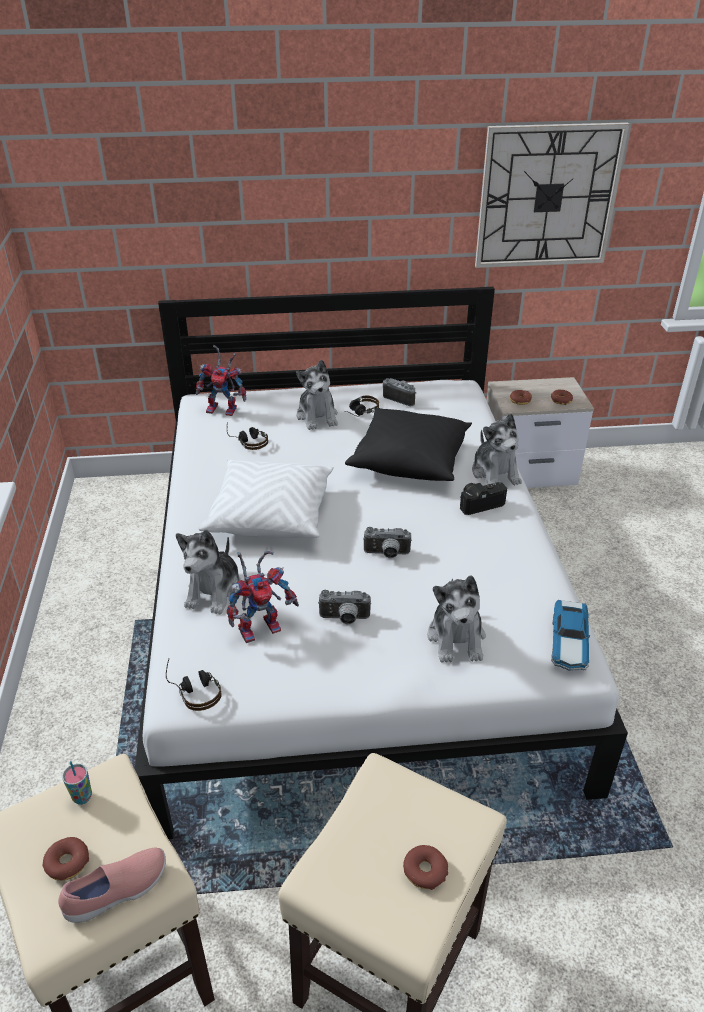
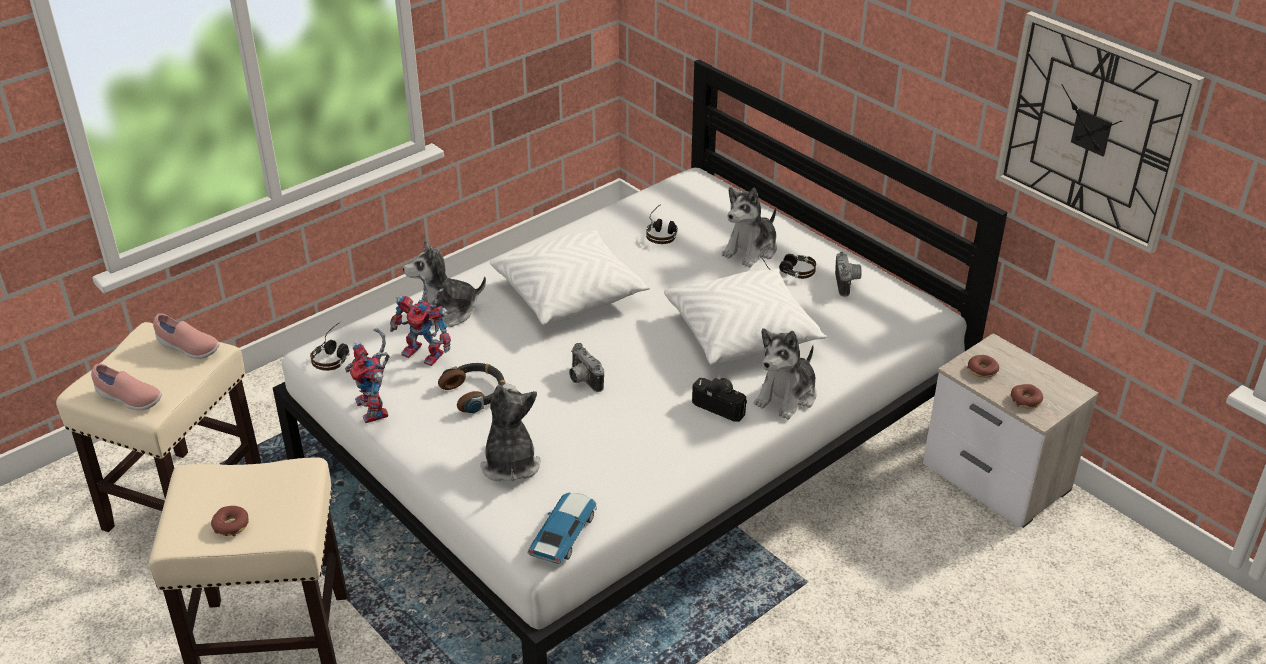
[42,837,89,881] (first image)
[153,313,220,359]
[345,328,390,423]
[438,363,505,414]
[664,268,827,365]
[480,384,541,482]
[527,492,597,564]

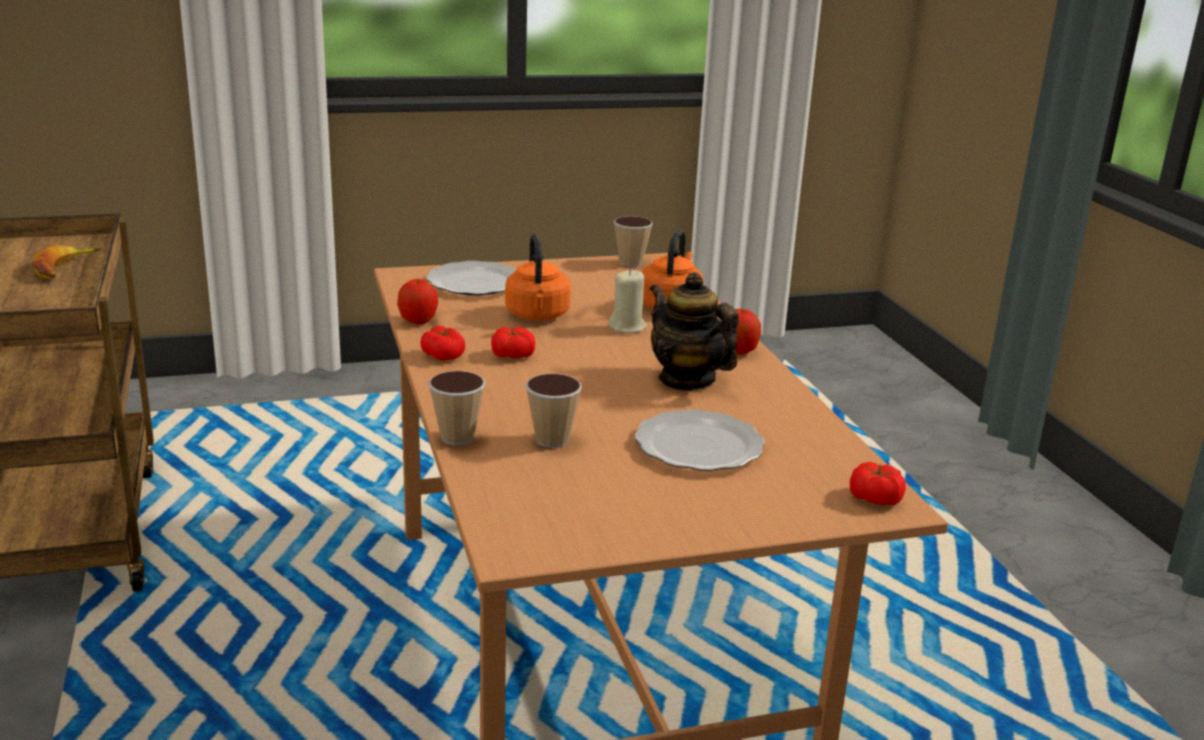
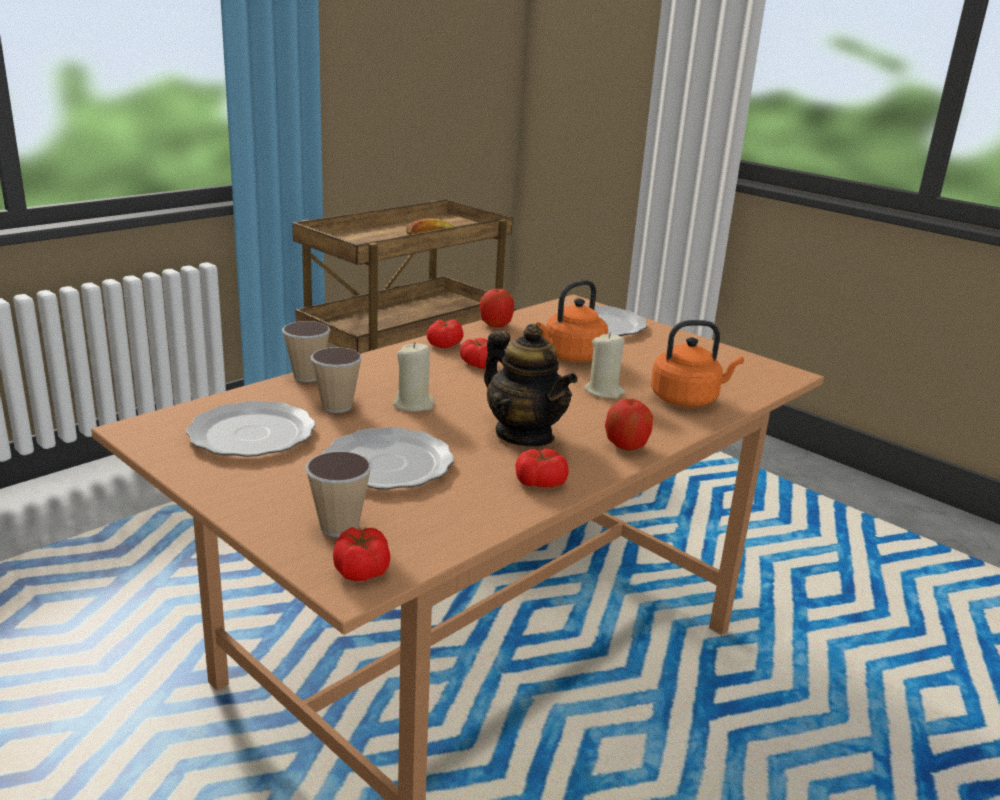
[306,451,372,537]
[484,324,578,446]
[186,401,316,457]
[393,342,435,412]
[515,449,569,488]

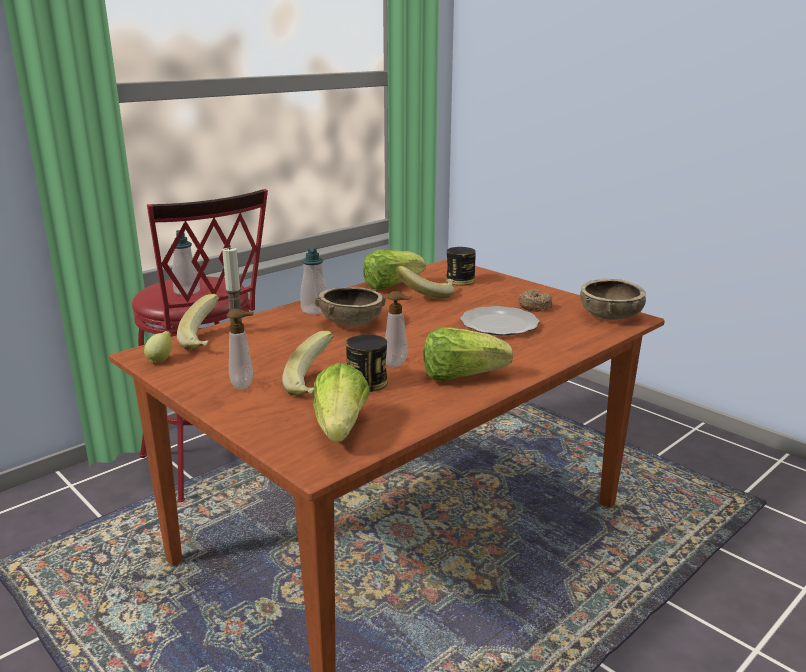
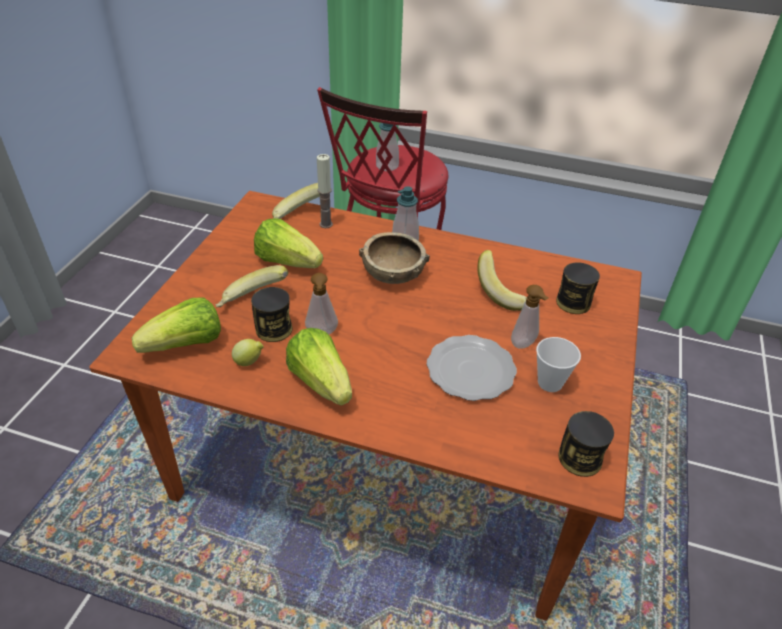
[232,339,264,366]
[511,285,548,349]
[254,218,323,268]
[536,337,581,392]
[558,411,614,477]

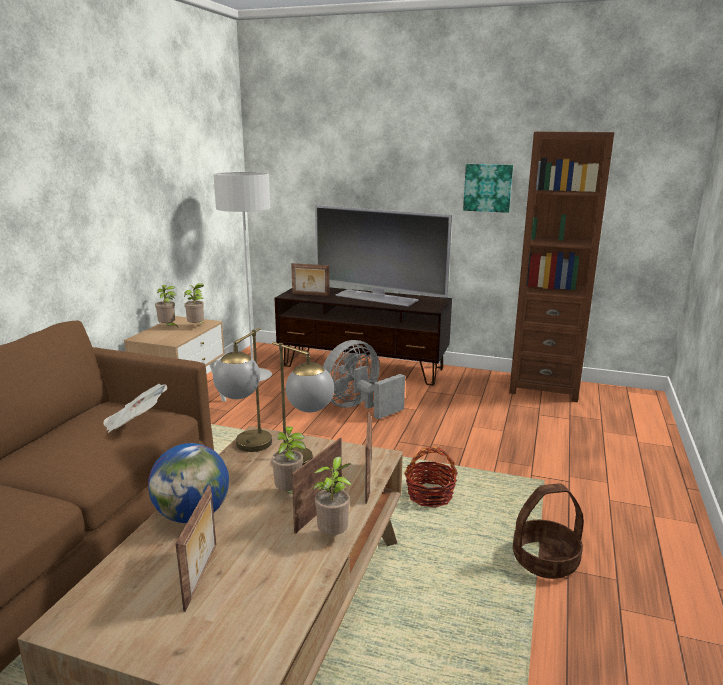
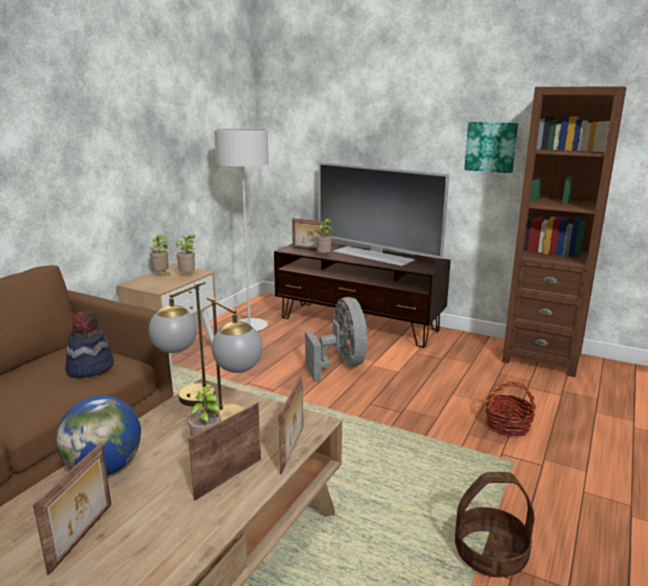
[65,311,114,378]
[316,219,333,254]
[305,297,368,381]
[484,381,536,438]

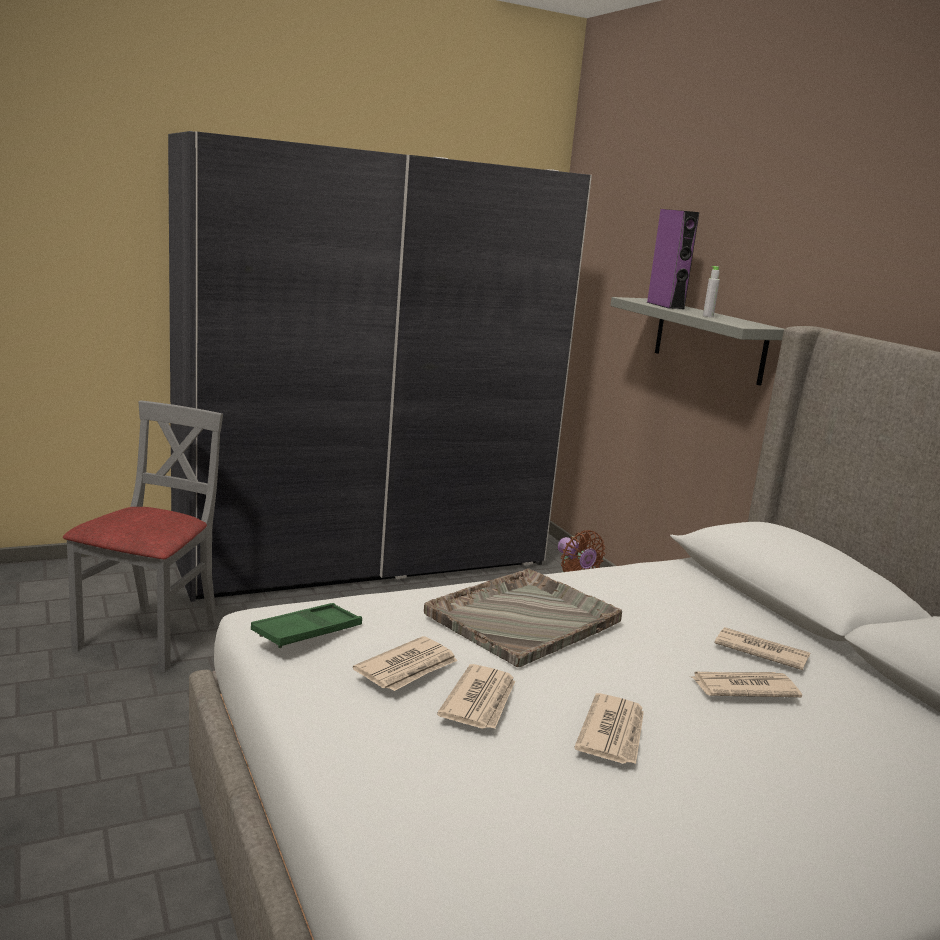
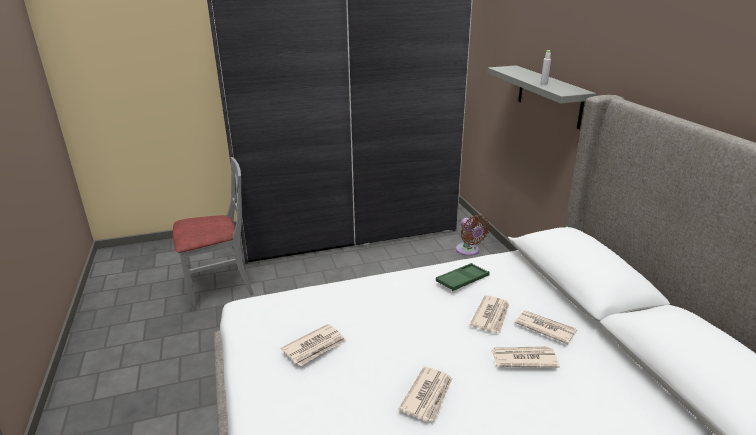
[173,157,254,311]
[436,263,490,291]
[424,568,622,667] (first image)
[470,295,509,333]
[646,209,699,309] (first image)

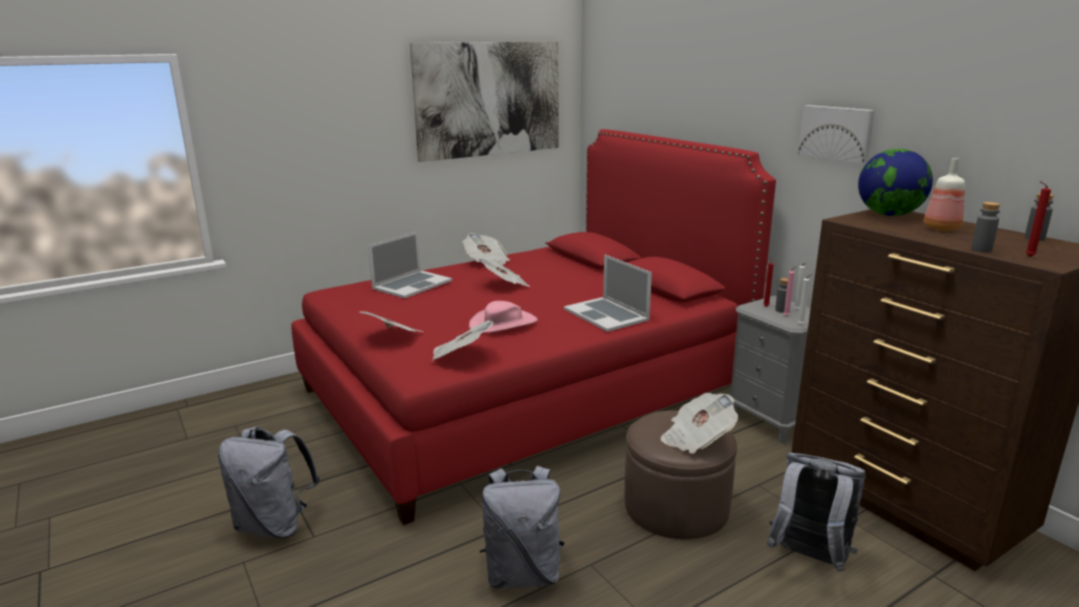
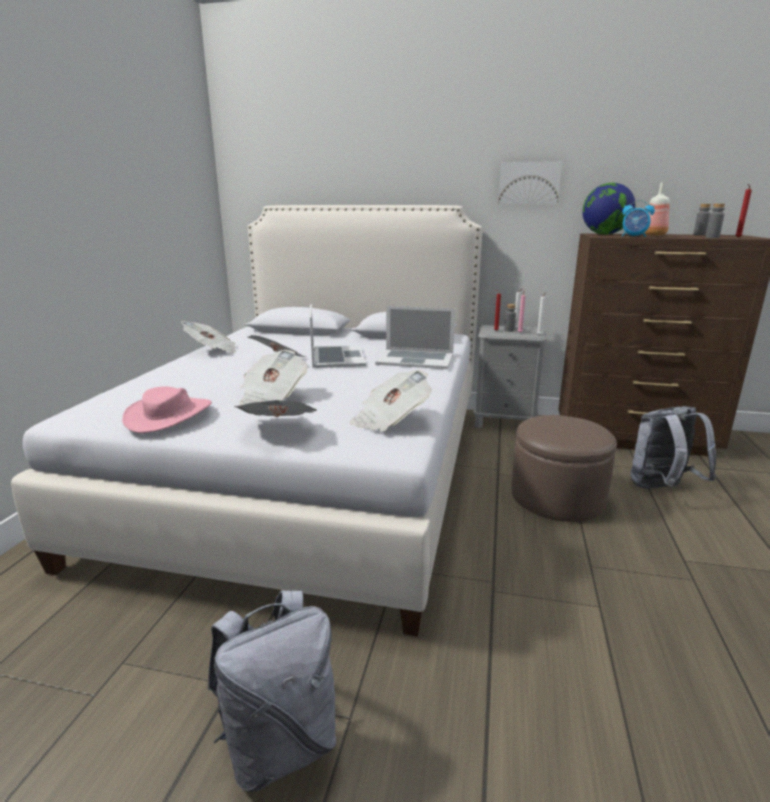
[11,205,483,637]
[310,304,366,368]
[410,42,559,162] (first image)
[122,387,212,433]
[480,466,565,589] (first image)
[239,350,307,405]
[622,200,655,237]

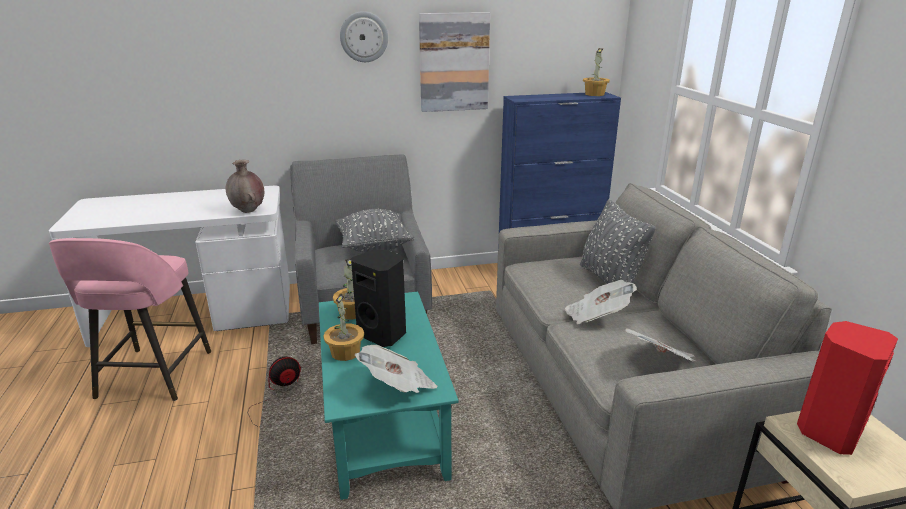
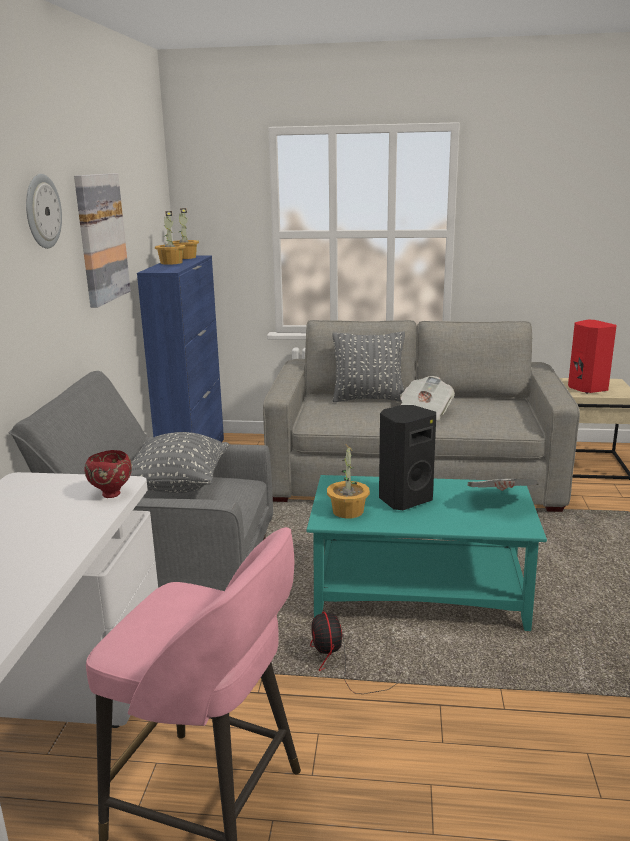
[84,450,132,498]
[155,211,185,265]
[625,329,697,363] (first image)

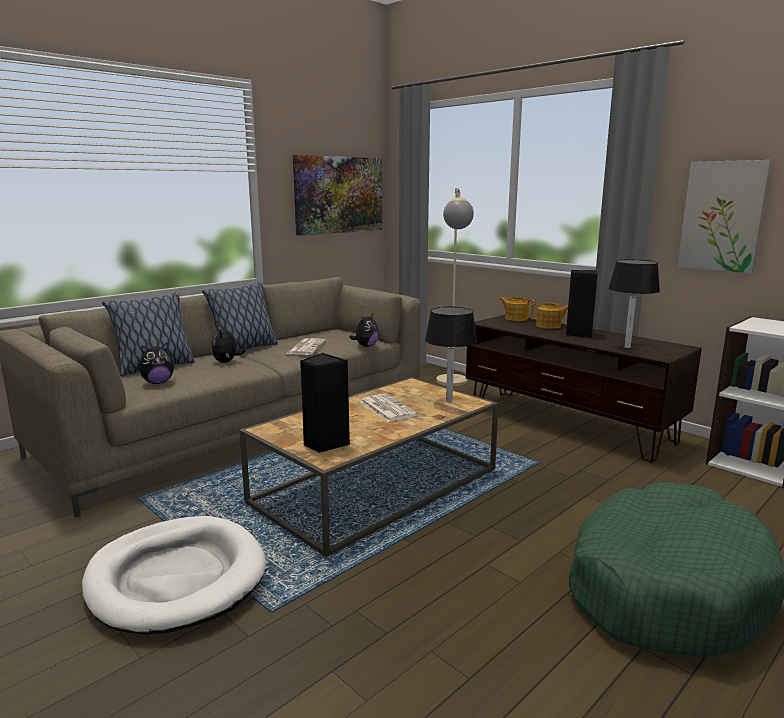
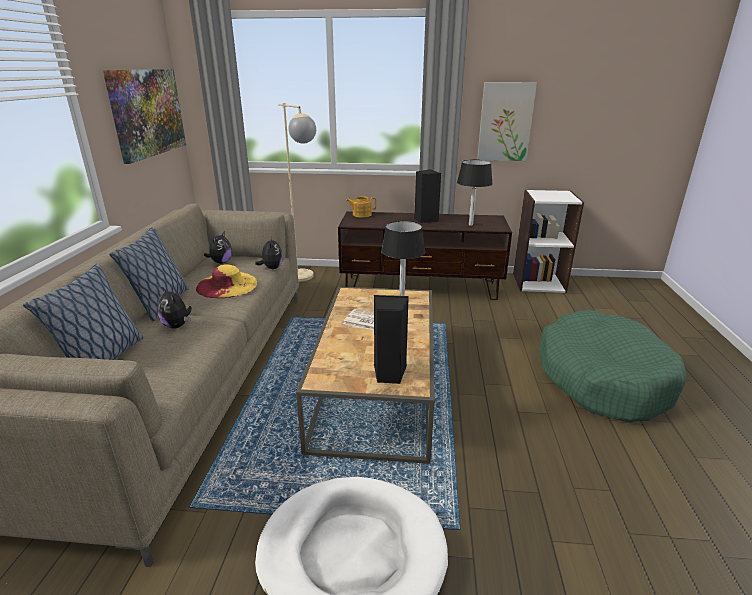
[204,232,232,264]
[196,264,257,298]
[531,303,568,329] (first image)

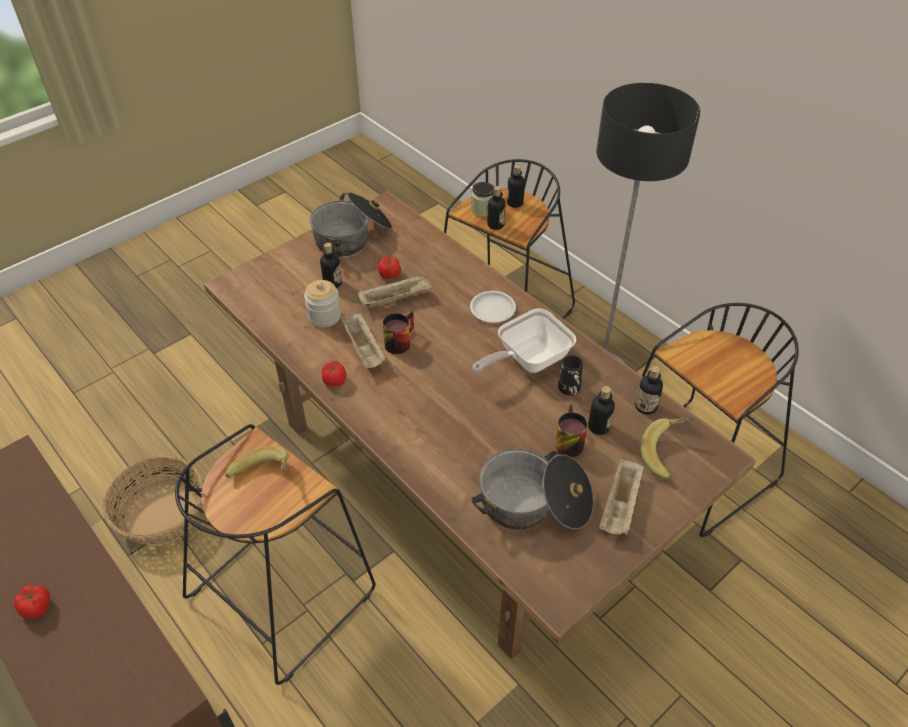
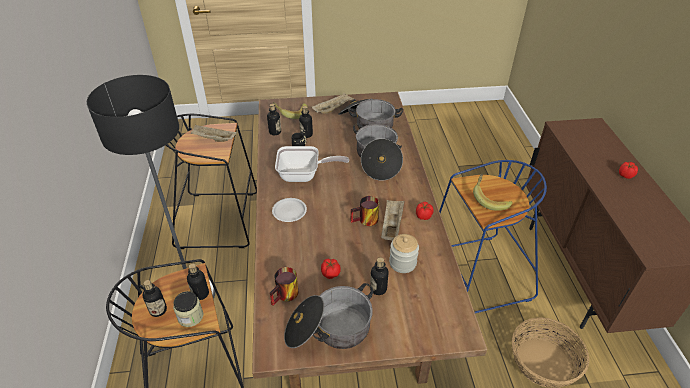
[439,160,547,313]
[191,125,237,142]
[270,267,298,306]
[353,123,403,181]

